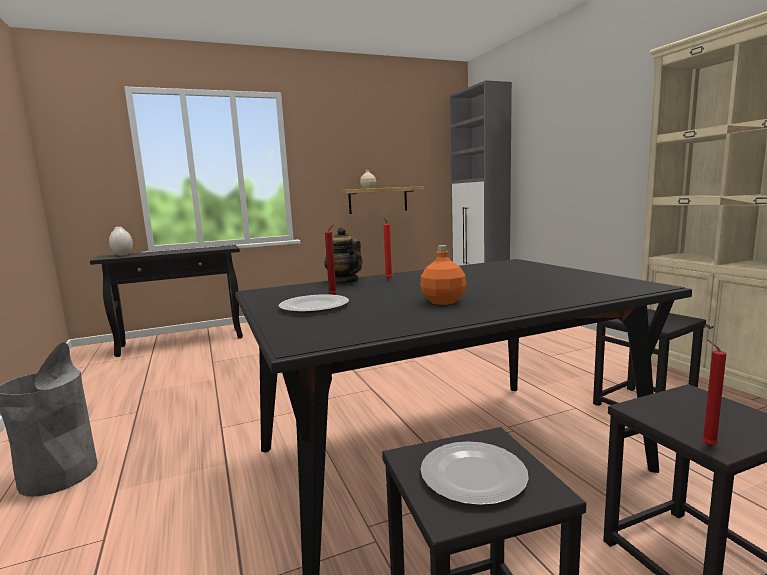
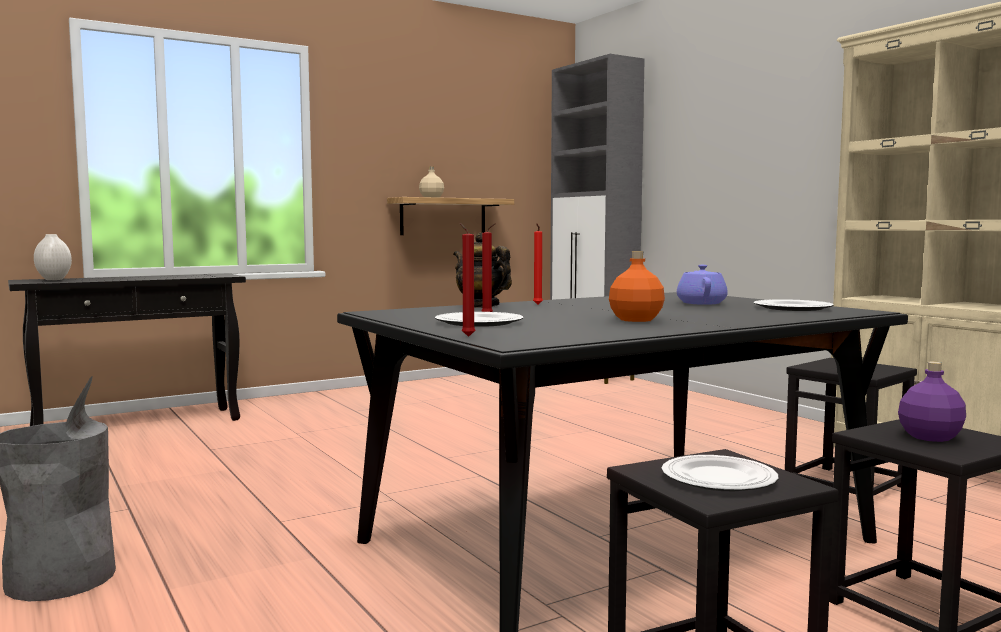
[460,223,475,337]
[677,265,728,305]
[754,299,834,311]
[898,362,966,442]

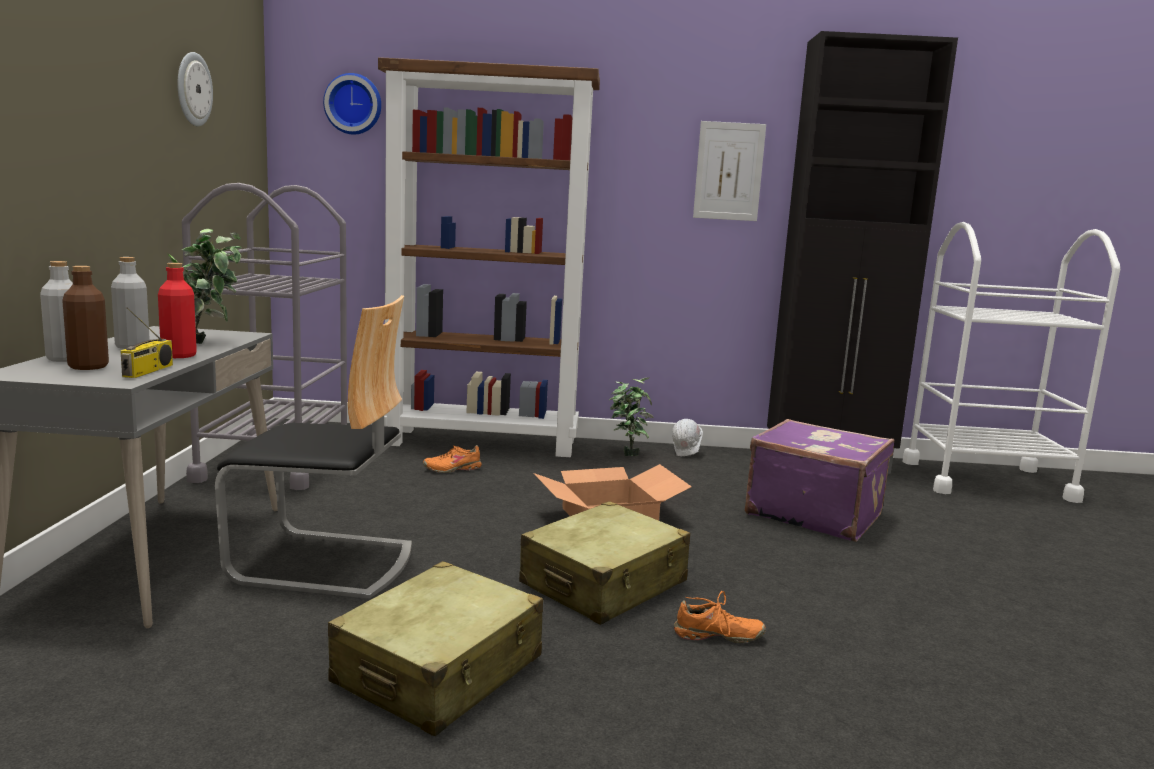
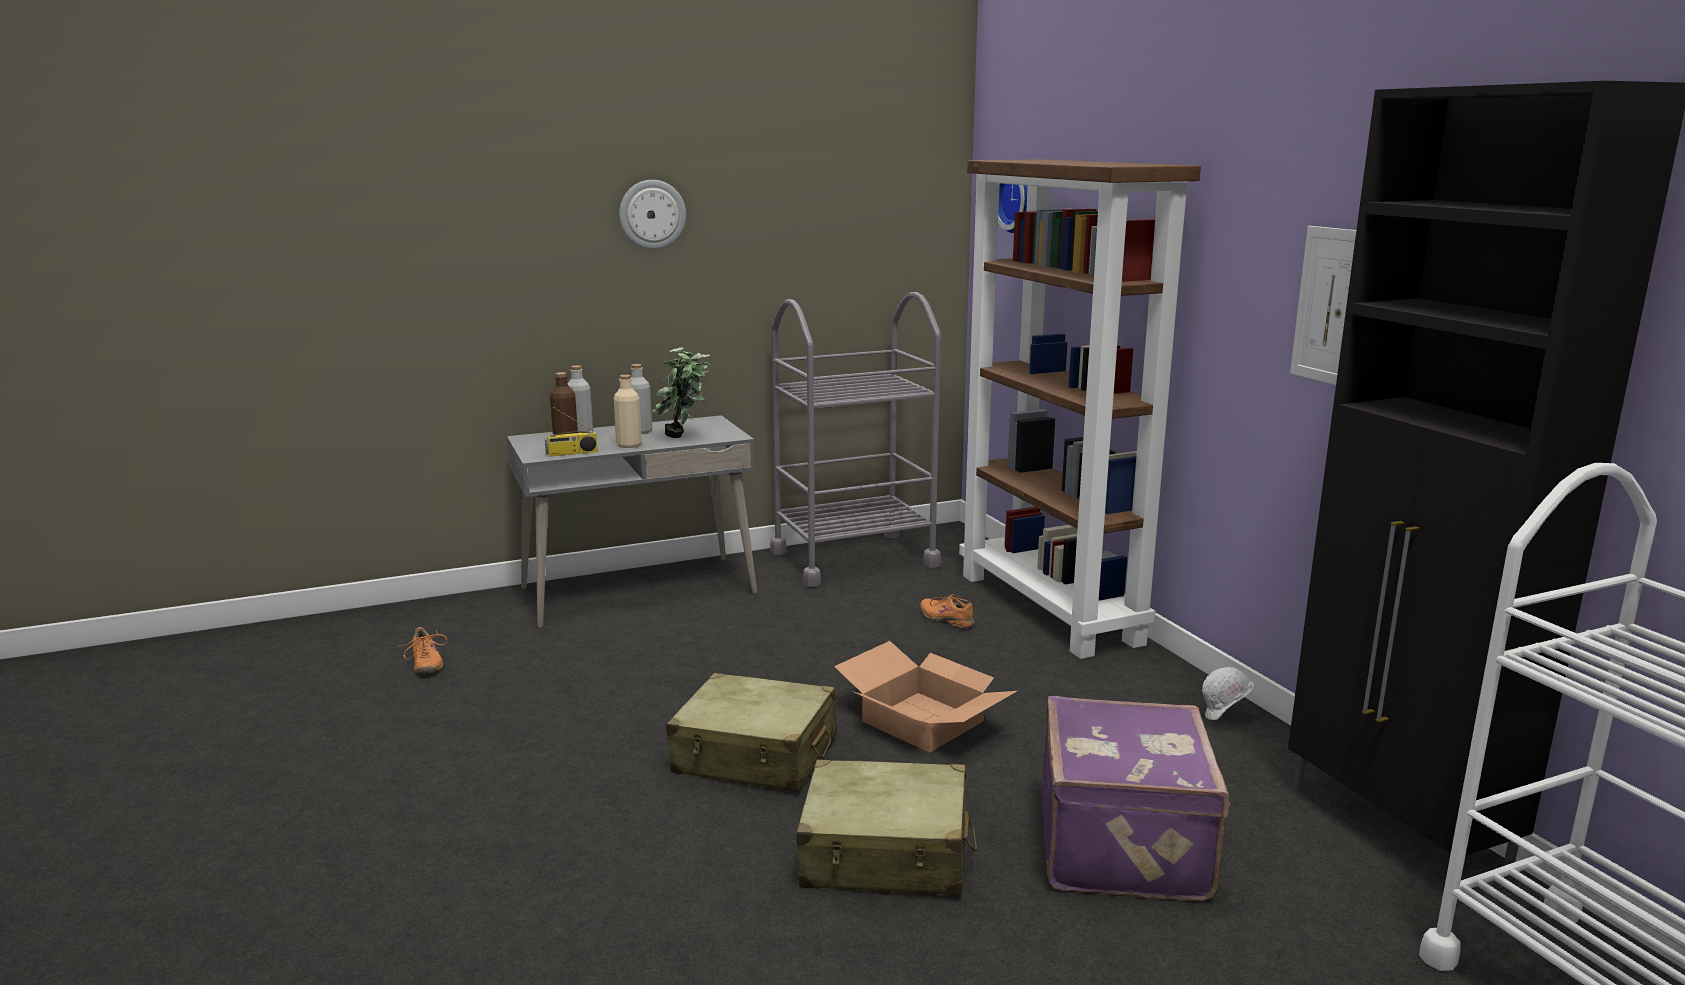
[613,375,642,448]
[619,180,686,249]
[215,295,412,599] (first image)
[796,759,977,896]
[609,377,654,456] (first image)
[398,627,447,674]

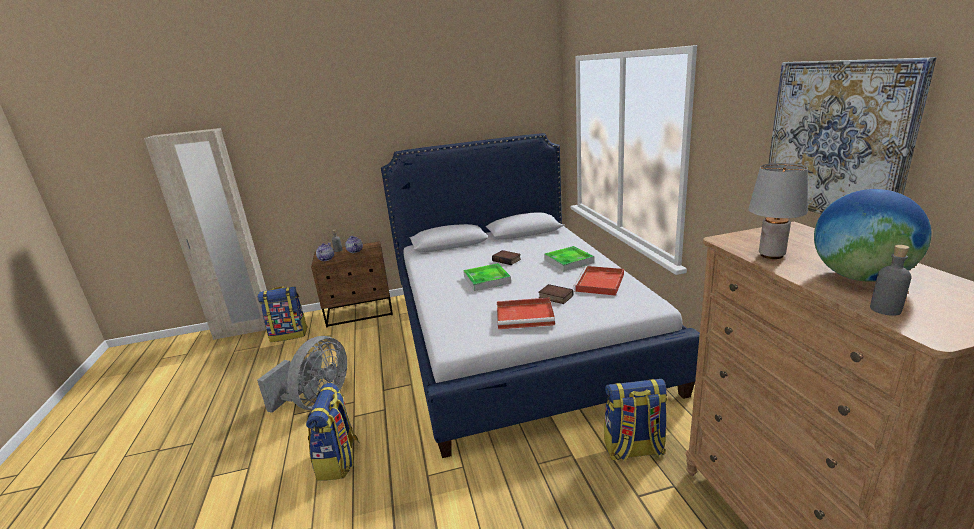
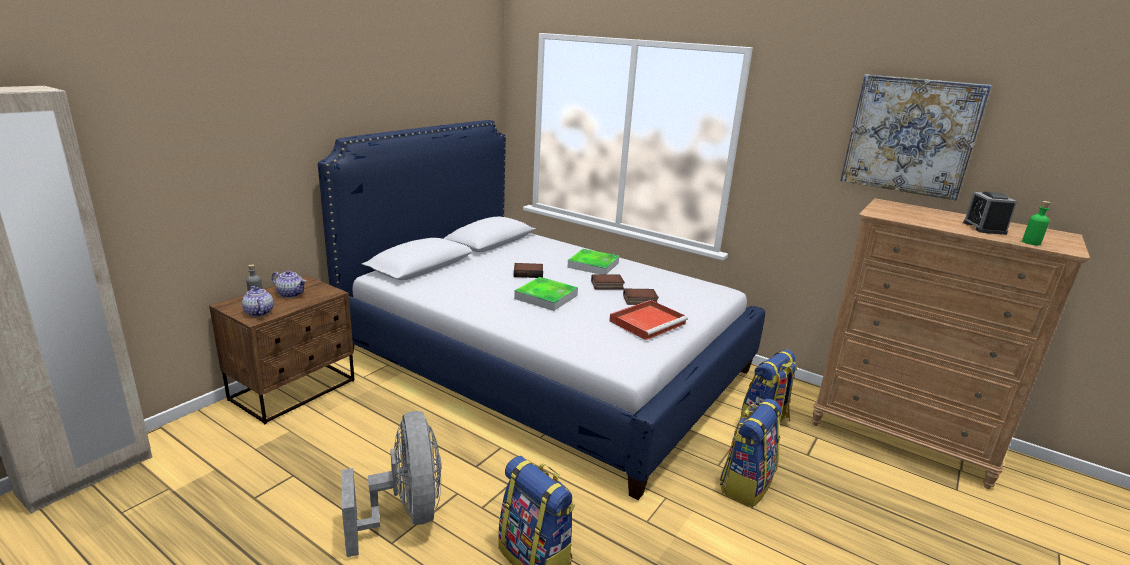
[720,399,781,507]
[573,266,624,296] (first image)
[749,163,808,259] (first image)
[963,192,1017,235]
[1022,201,1050,245]
[591,274,625,289]

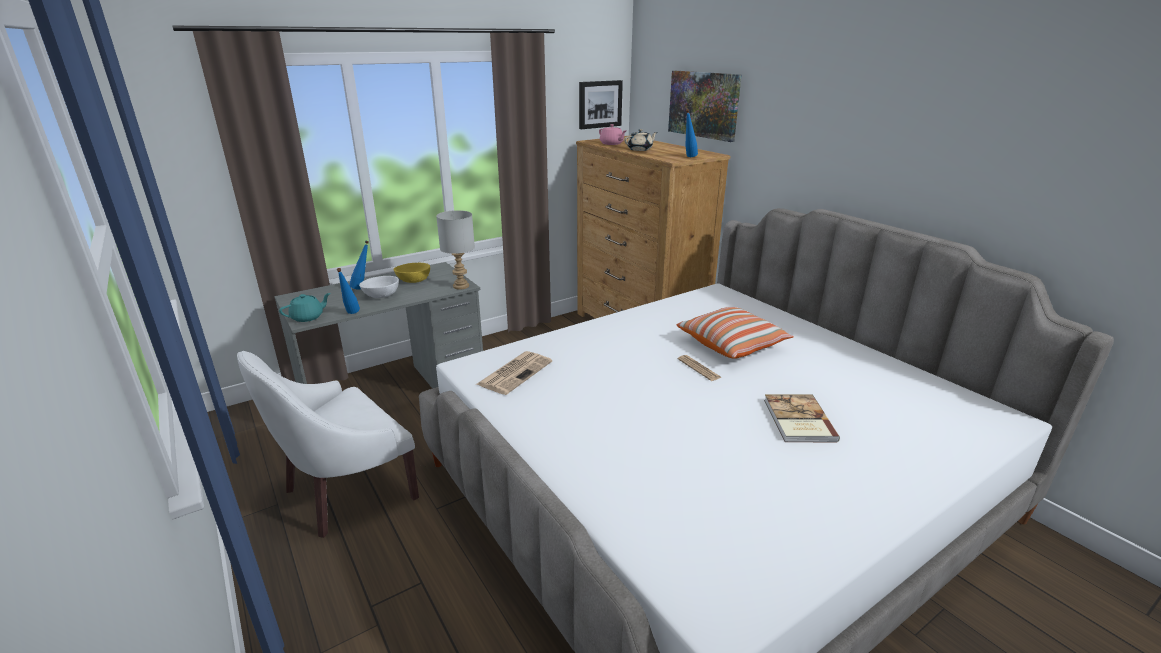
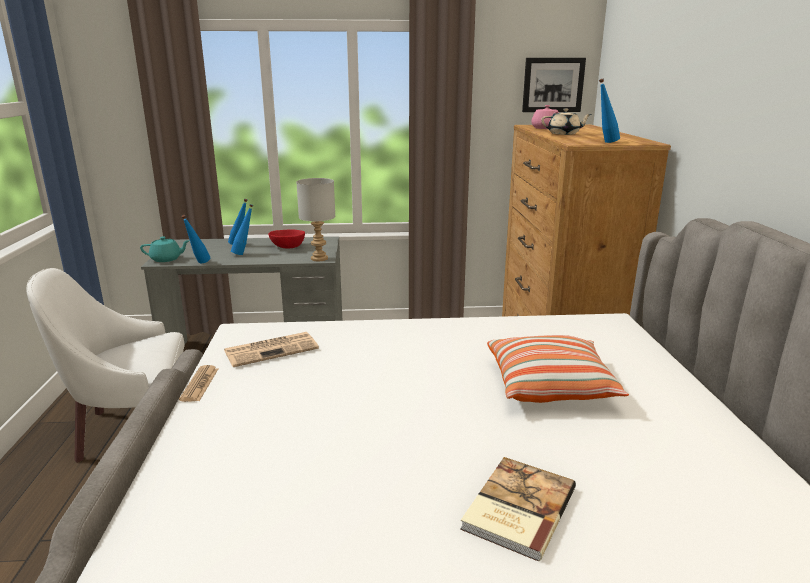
[231,204,253,255]
[268,229,305,248]
[668,71,742,142] (first image)
[179,365,218,402]

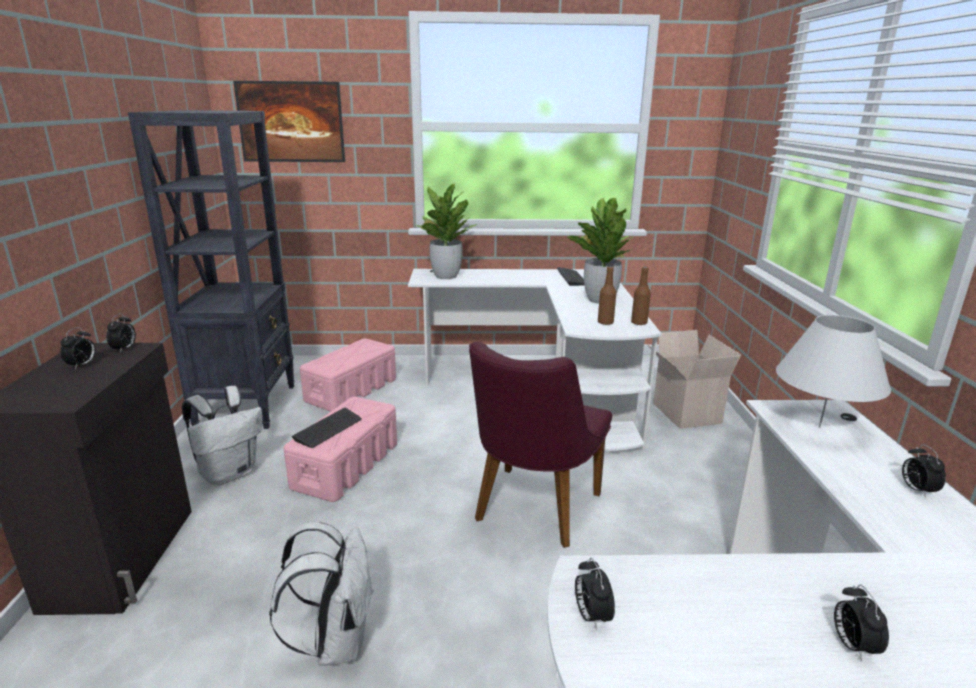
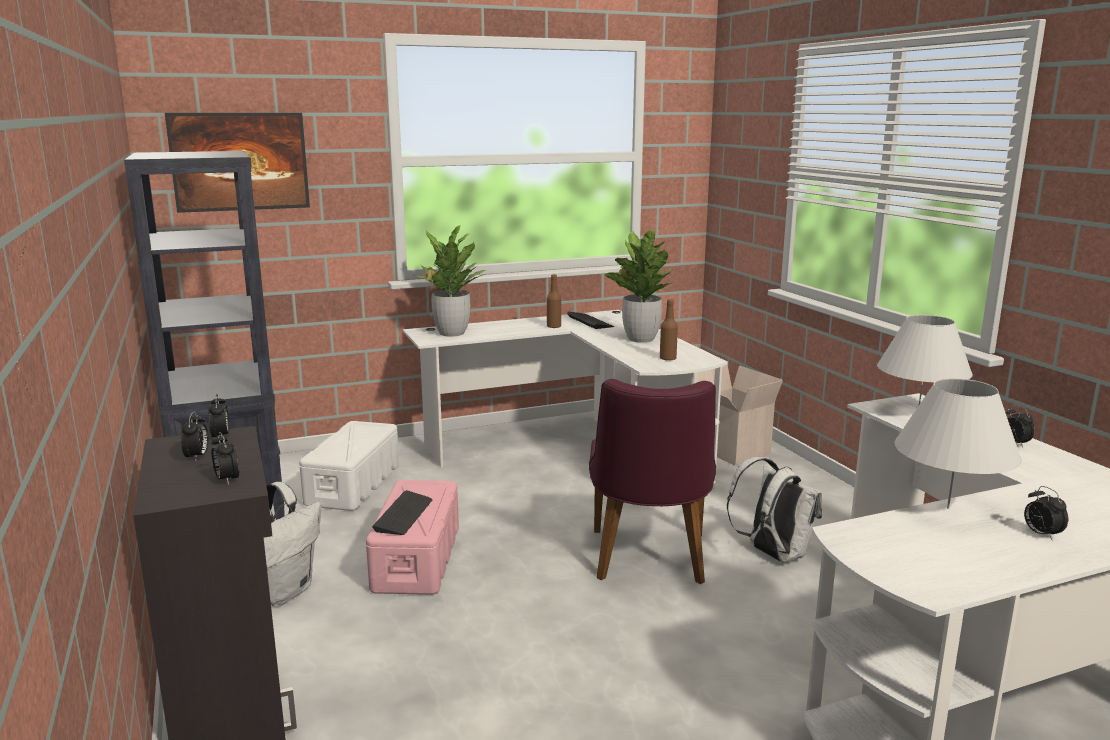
[727,457,822,562]
[299,421,399,511]
[211,432,239,485]
[547,274,561,328]
[895,378,1022,509]

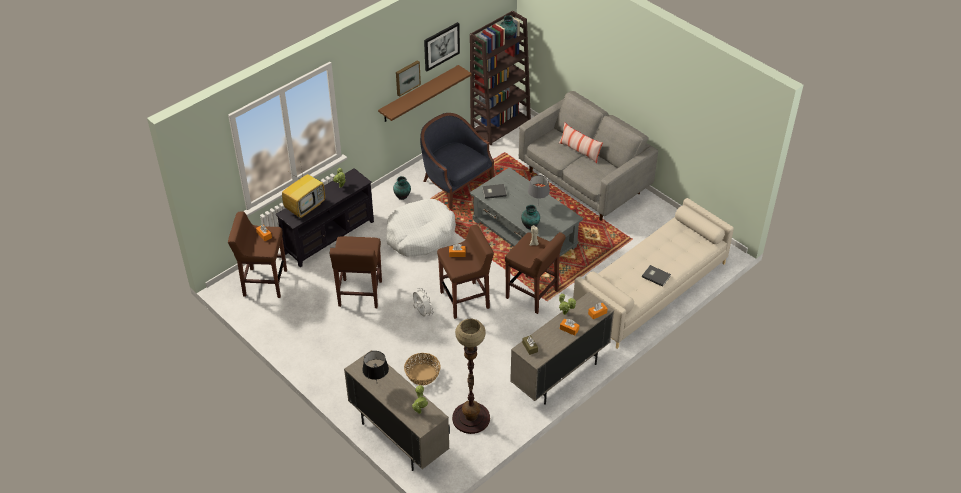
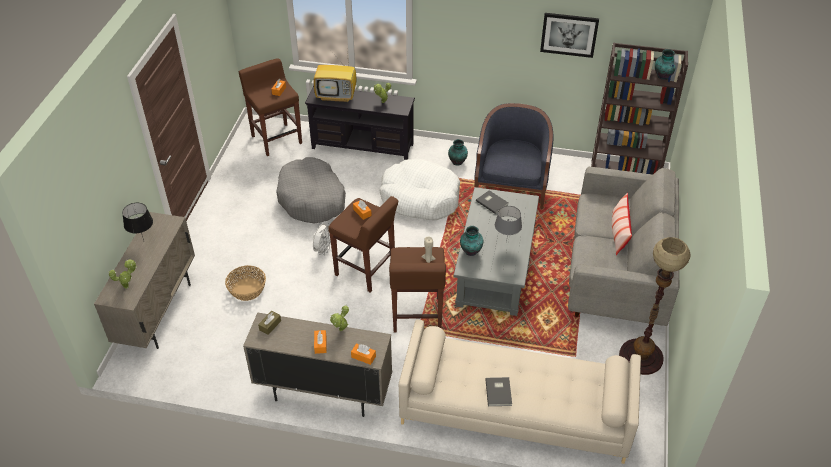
[276,157,346,224]
[378,65,472,122] (first image)
[396,60,421,97] (first image)
[619,237,690,375]

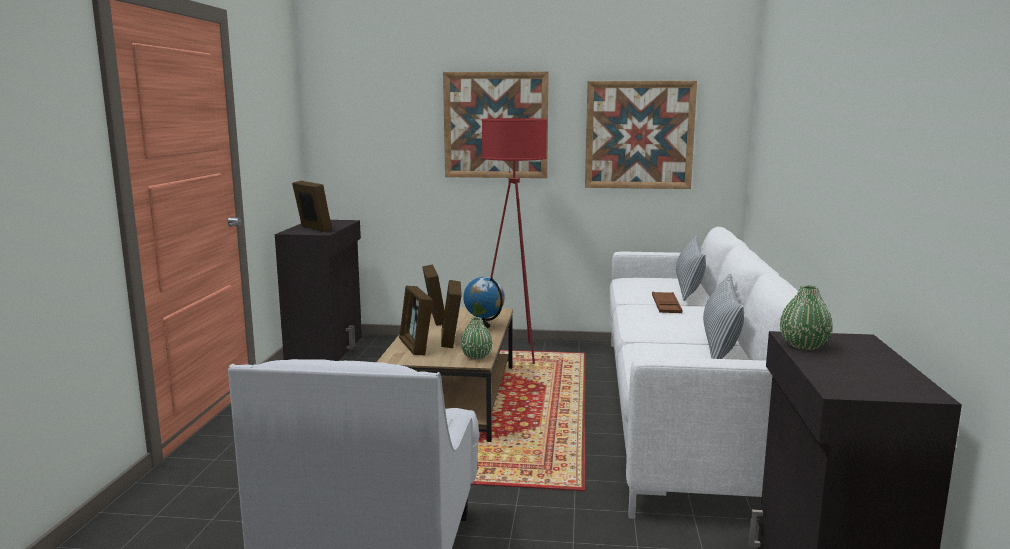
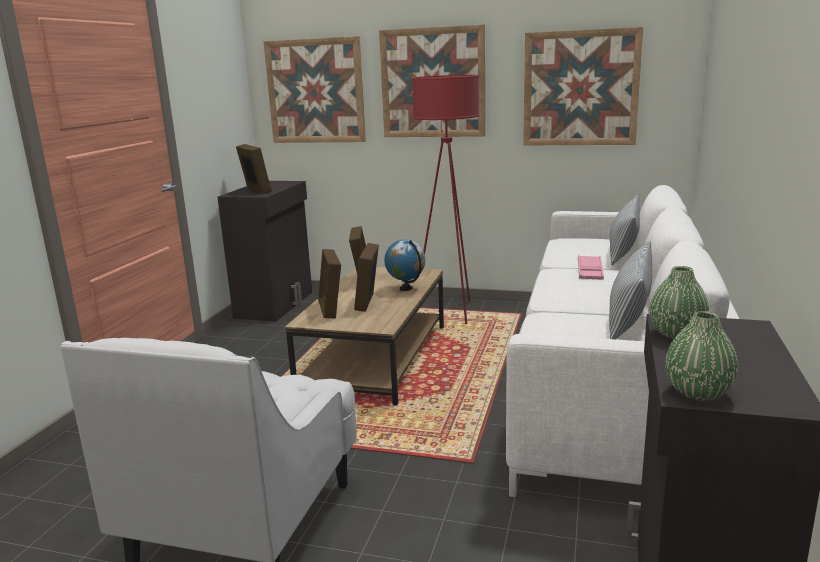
[665,311,738,401]
[578,255,604,280]
[263,36,366,143]

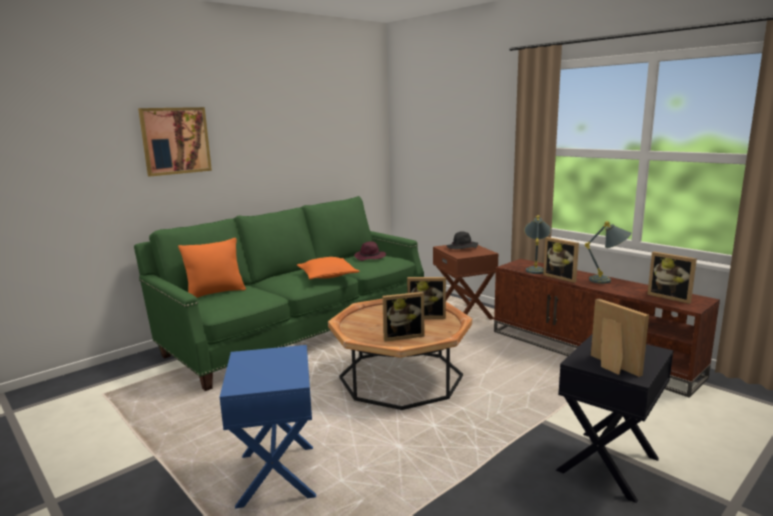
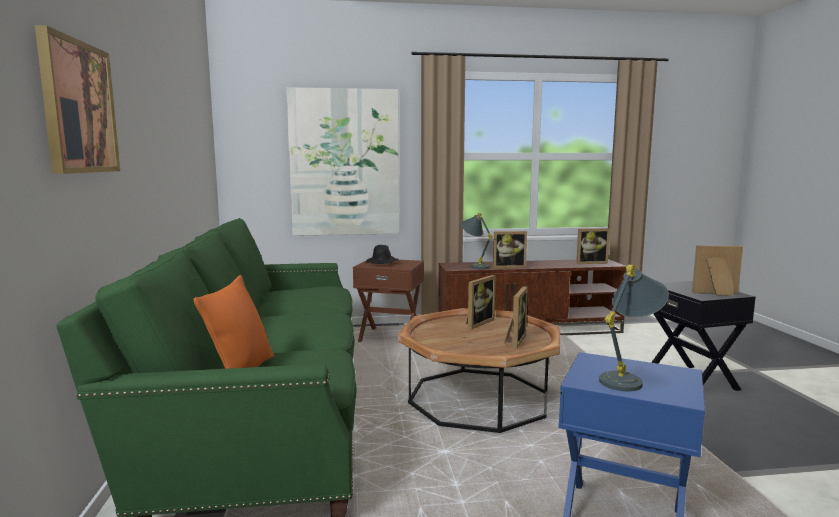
[297,257,359,279] (first image)
[354,241,386,261] (first image)
[599,265,669,391]
[286,87,400,236]

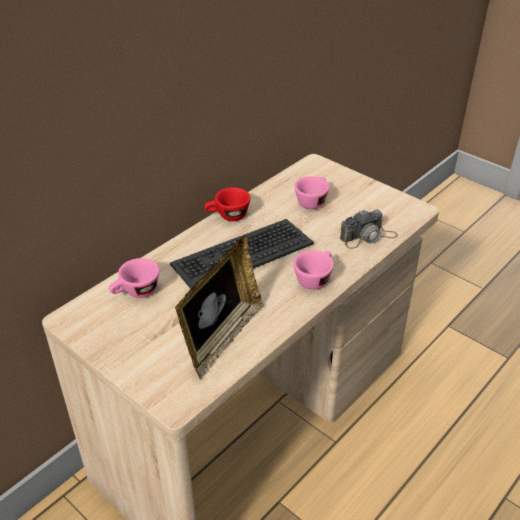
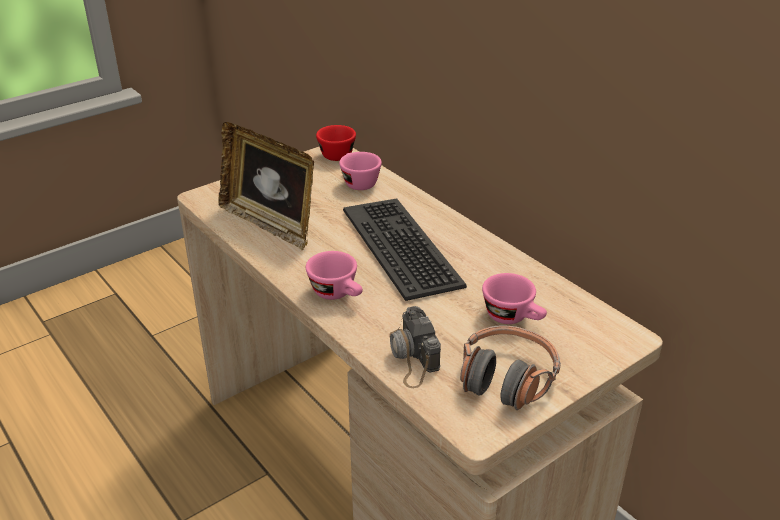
[316,125,356,161]
[460,325,561,410]

